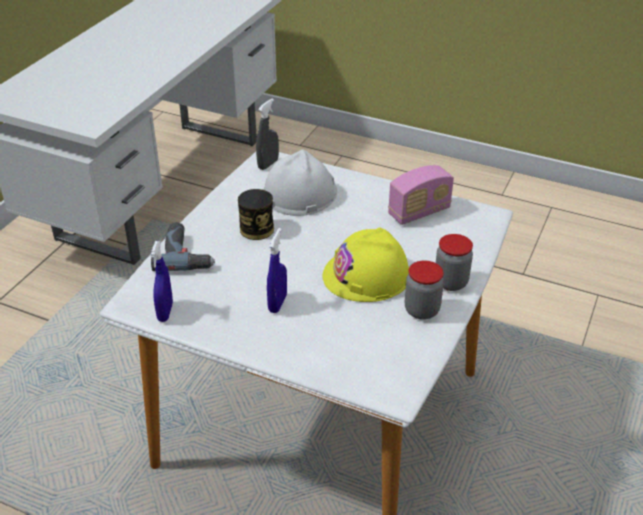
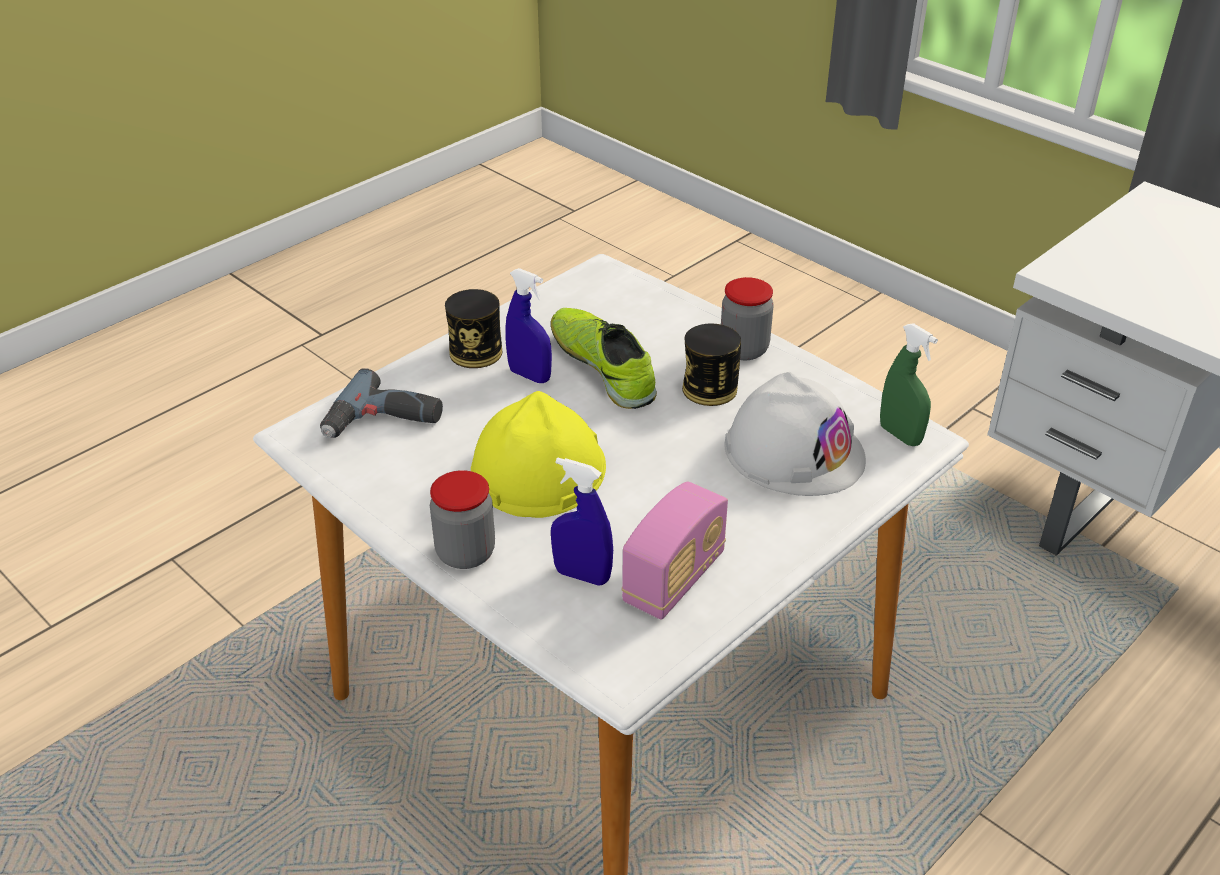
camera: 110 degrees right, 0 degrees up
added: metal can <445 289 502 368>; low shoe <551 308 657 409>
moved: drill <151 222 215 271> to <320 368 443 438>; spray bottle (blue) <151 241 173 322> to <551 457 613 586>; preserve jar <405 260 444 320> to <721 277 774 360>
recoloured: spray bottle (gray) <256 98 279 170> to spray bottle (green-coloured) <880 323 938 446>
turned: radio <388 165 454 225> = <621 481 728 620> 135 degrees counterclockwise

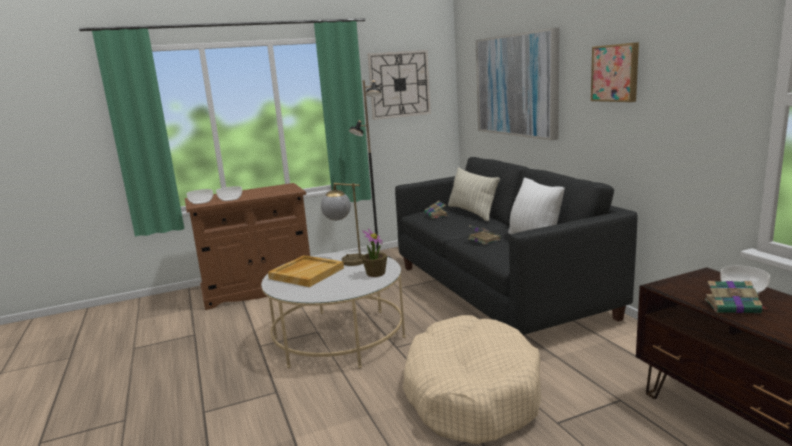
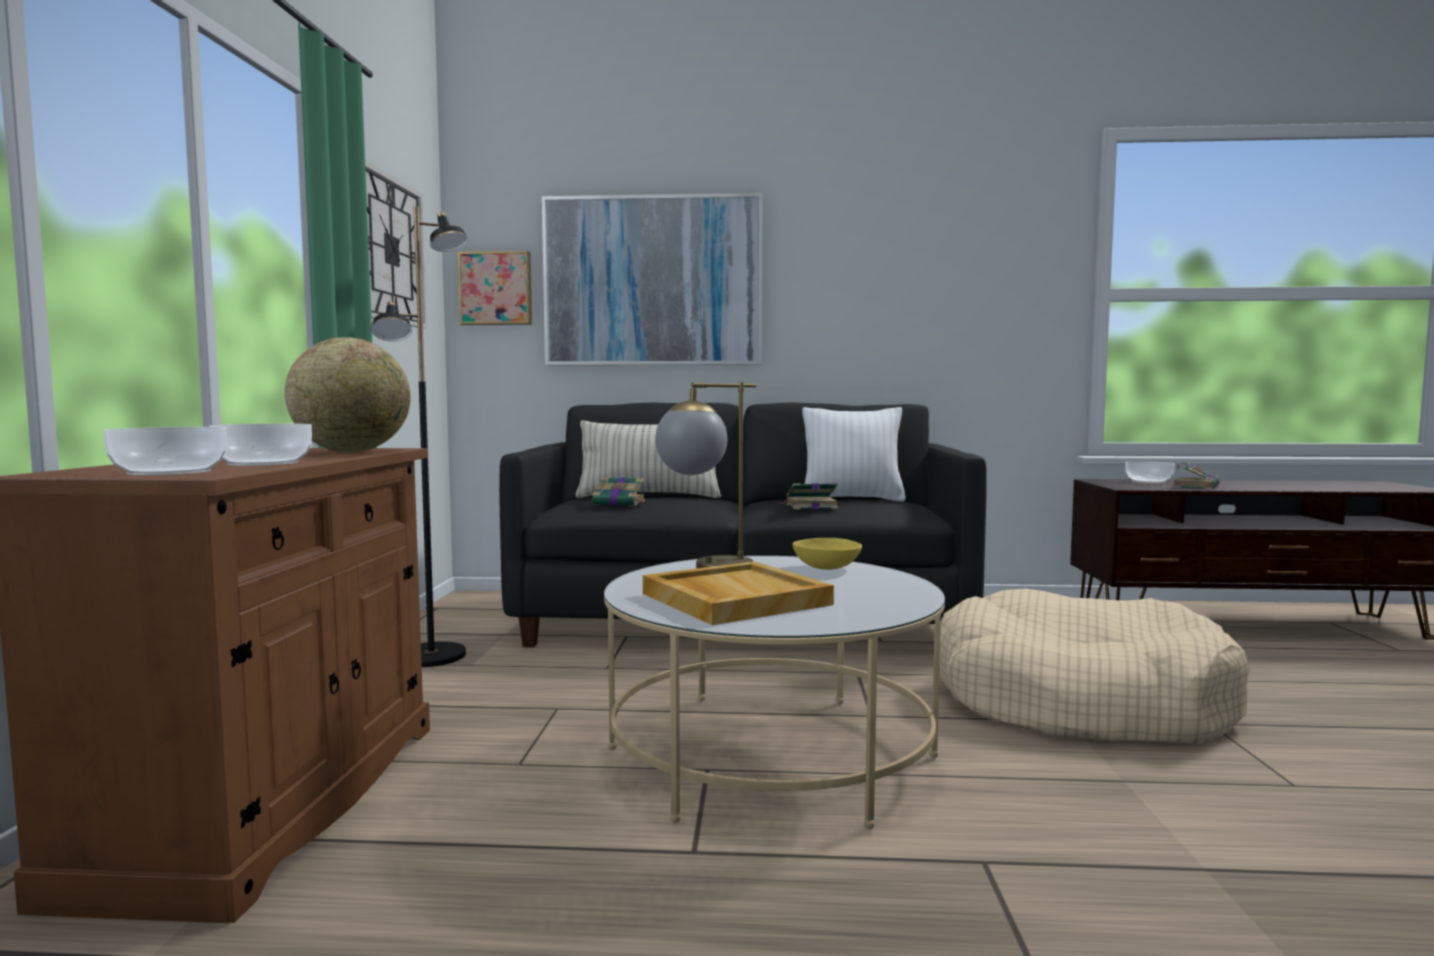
camera: 65 degrees left, 10 degrees down
added: globe <285 337 411 453>
moved: wall art <591 42 639 102> to <458 251 532 325>
replaced: houseplant <362 229 387 277> to deep dish (yellowish) <792 538 862 570>

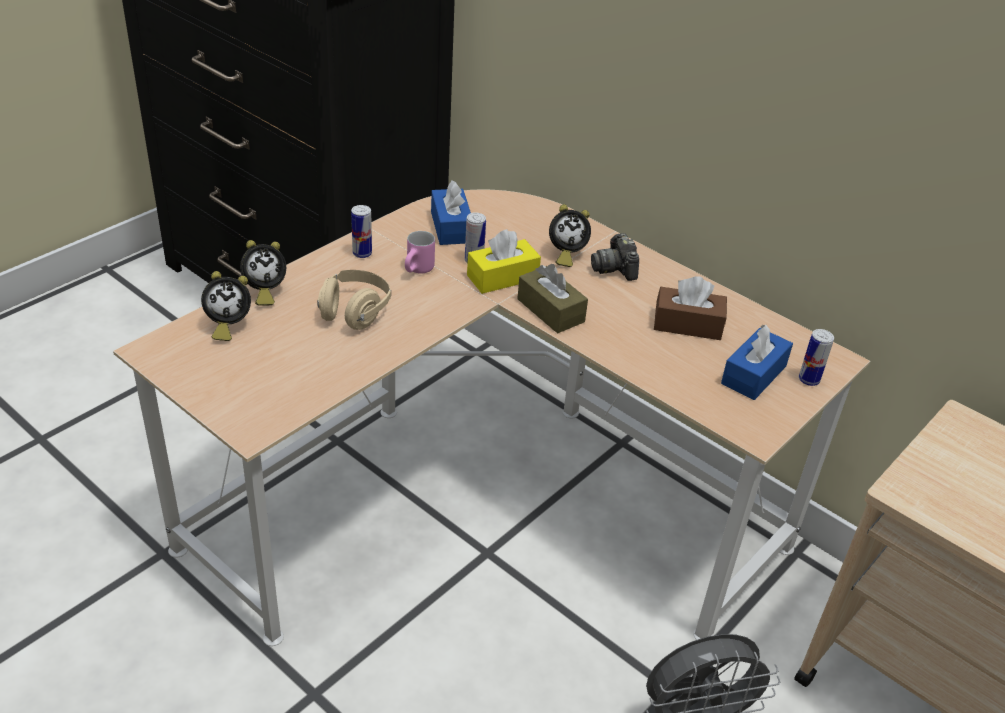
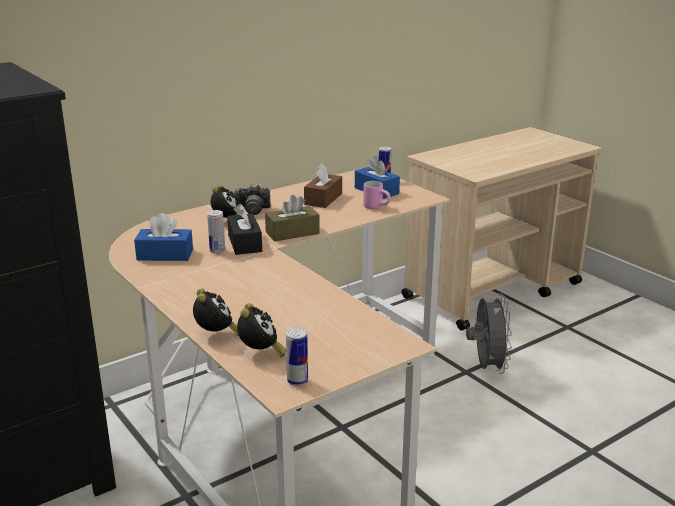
camera: 75 degrees left, 15 degrees down
removed: headphones (beige-coloured) <317 270 391 330>
moved: metal can <351 205 372 258> to <286 328 308 386>; coffee mug (pink-coloured) <405 231 435 274> to <363 181 390 209>
recoloured: tissue holder (yellowish) <467 229 541 294> to tissue holder (black) <227 204 262 255>

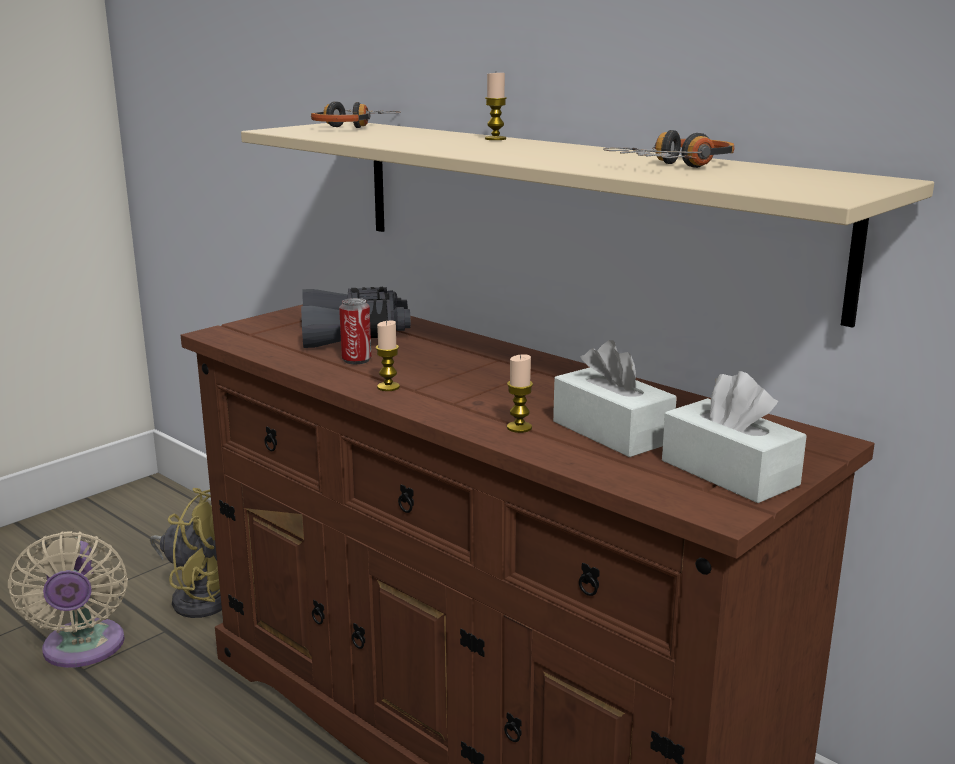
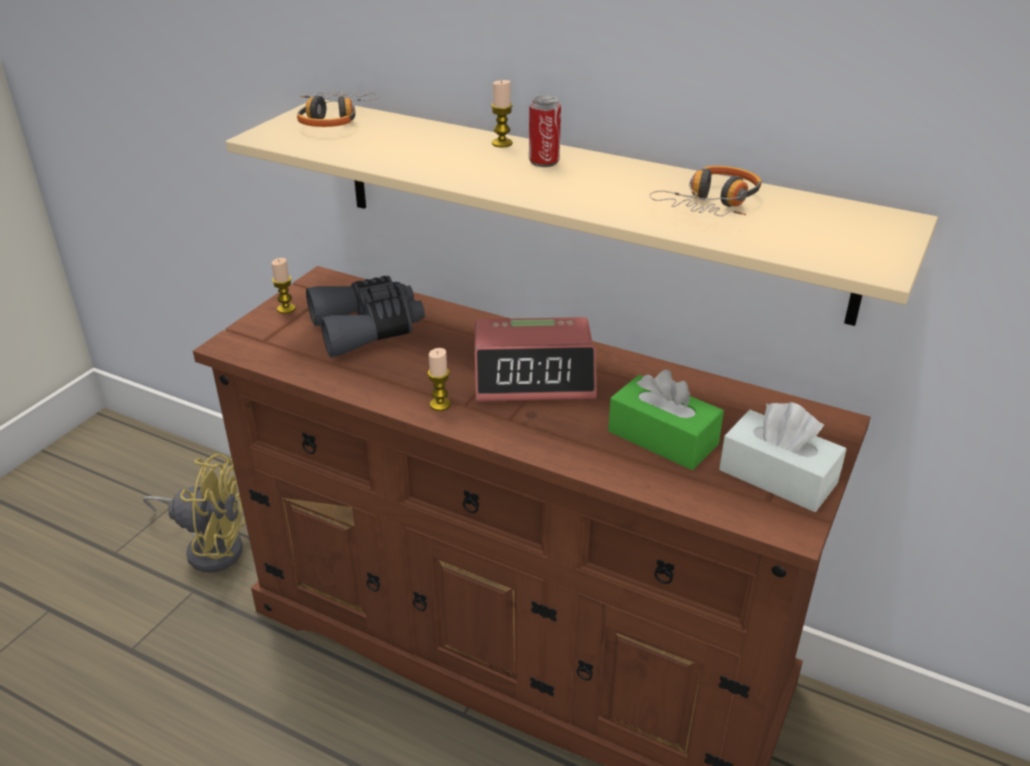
camera: 15 degrees left, 15 degrees up
removed: fan (beige-coloured) <8 531 128 668>
added: bedside clock <475 317 597 402>
moved: metal can <339 298 371 364> to <529 95 561 167>; wax candle <507 354 533 433> to <271 258 296 314>
recoloured: tissue holder (white-coloured) <553 340 677 457> to tissue holder (green-coloured) <608 370 724 470>

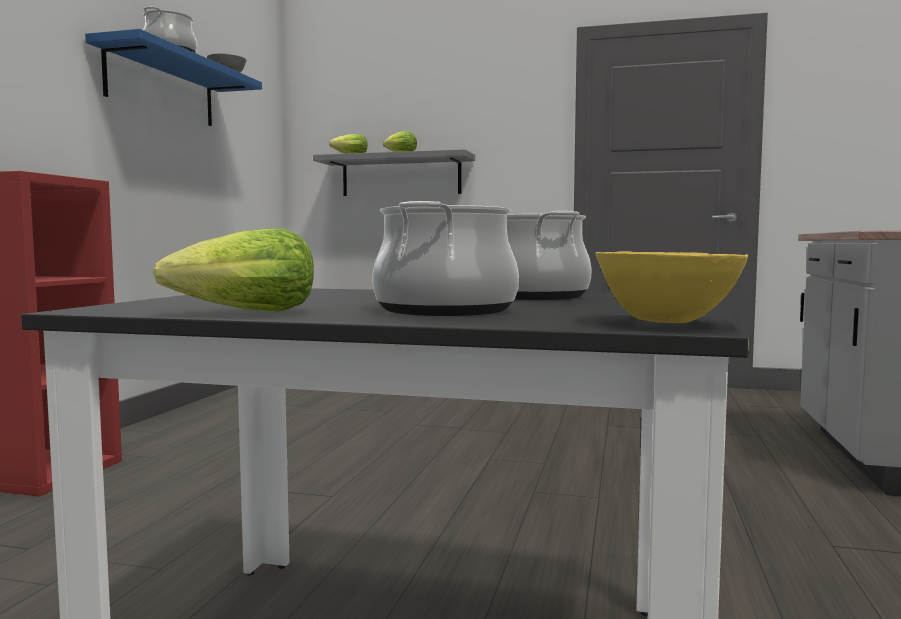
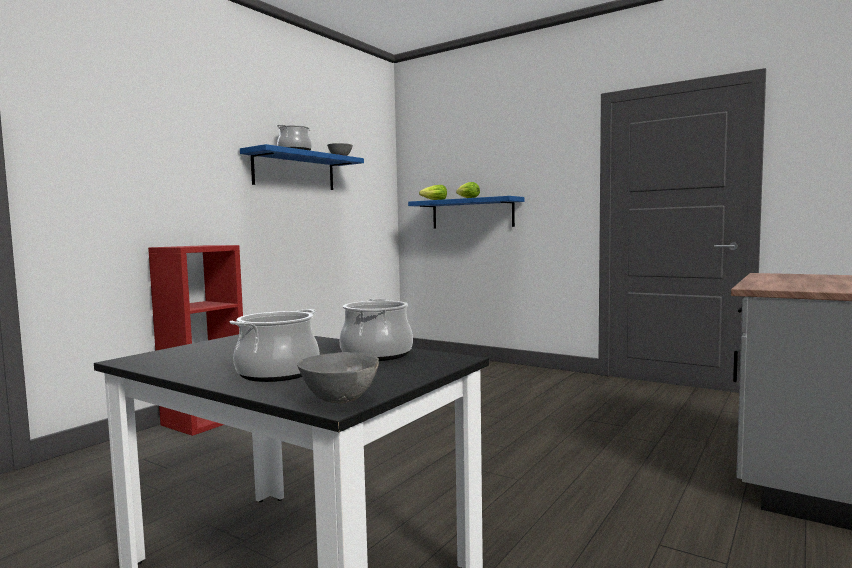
camera: 20 degrees right, 0 degrees up
removed: lettuce <153 228 314 312>
recoloured: bracket shelf (gray) <313 149 475 196> to bracket shelf (blue) <408 196 524 229>; deep dish (yellowish) <596 251 748 323> to deep dish (gray) <297 352 379 403>

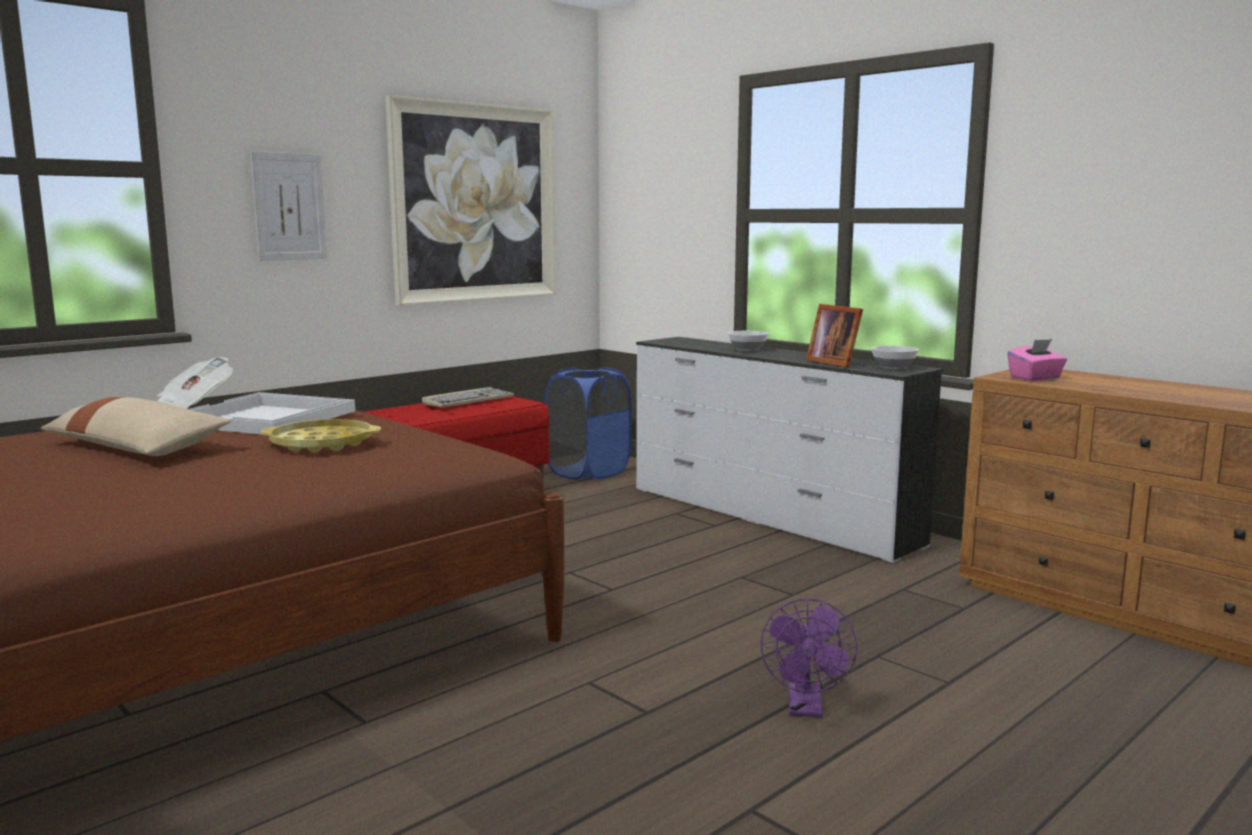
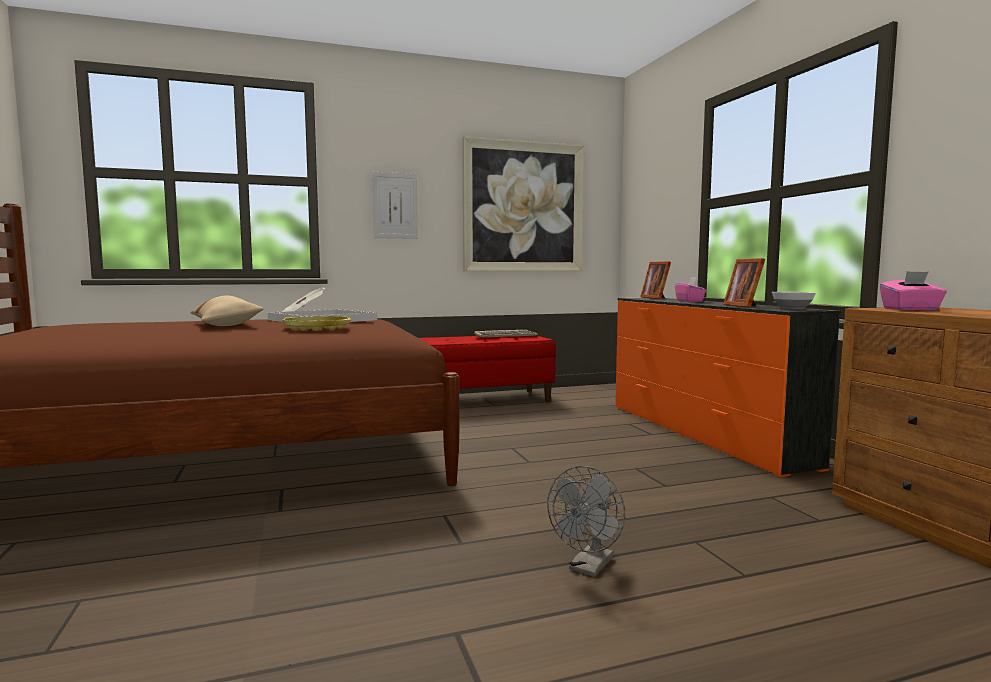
camera: 25 degrees right, 5 degrees down
removed: hamper (blue) <544 367 631 480>
added: photo frame <640 261 671 299>
replaced: deep dish <728 331 769 351> to tissue holder (pink-coloured) <675 277 706 302>
recoloured: chest of drawers (white-coloured) <636 337 943 563> to chest of drawers (orange) <615 298 841 477>; fan (purplish) <760 598 857 717> to fan (gray) <547 466 625 577>

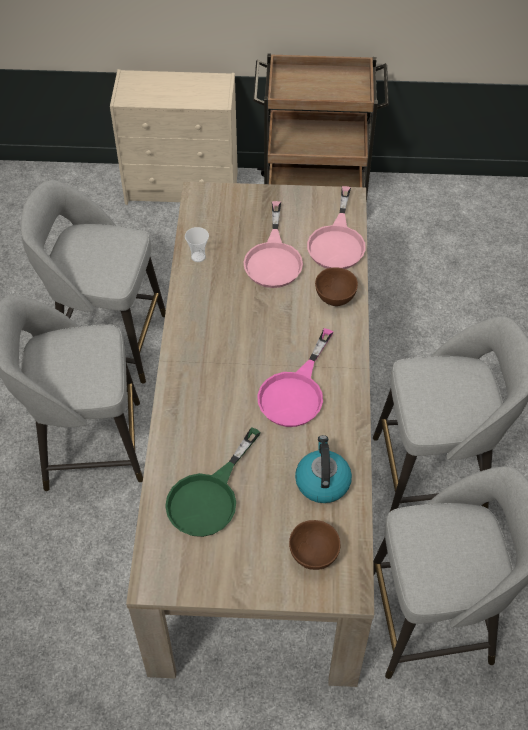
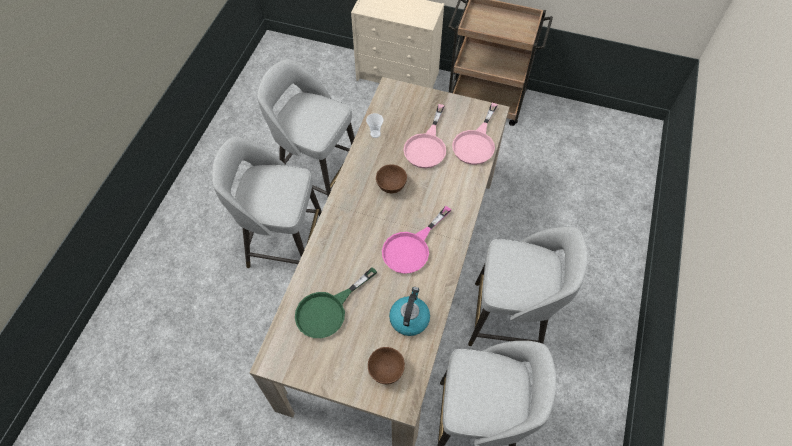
camera: 15 degrees right, 5 degrees up
moved: deep dish (brown) <315 267 358 306> to <376 164 407 193>

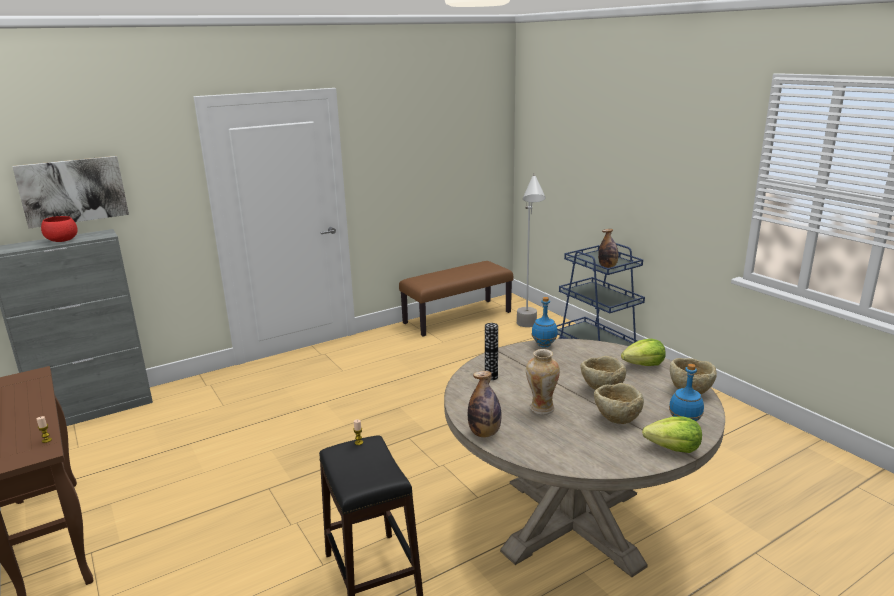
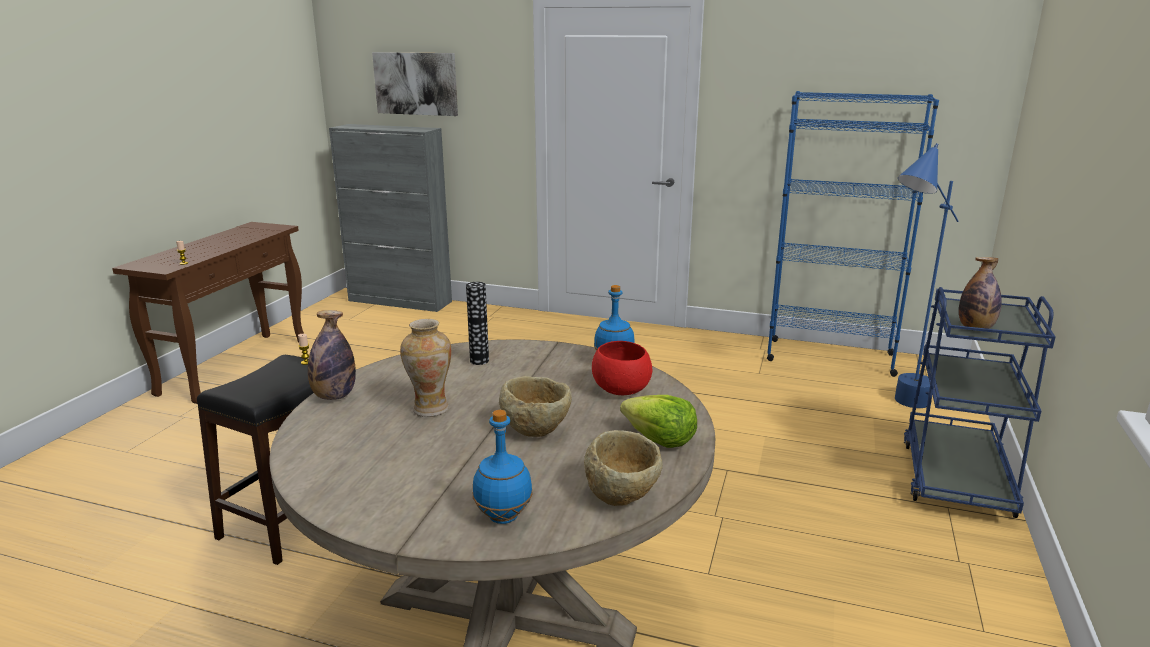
camera: 50 degrees right, 0 degrees up
removed: deep dish (beige-coloured) <594 383 644 424>; lettuce <642 416 702 453>
moved: deep dish (red-coloured) <41 216 78 242> to <592 341 652 395>
replaced: indoor bench (brown) <399 261 513 337> to shelving unit (blue) <767 91 939 377>
recoloured: floor lamp (gray) <517 173 546 327> to floor lamp (blue) <895 143 959 408>

